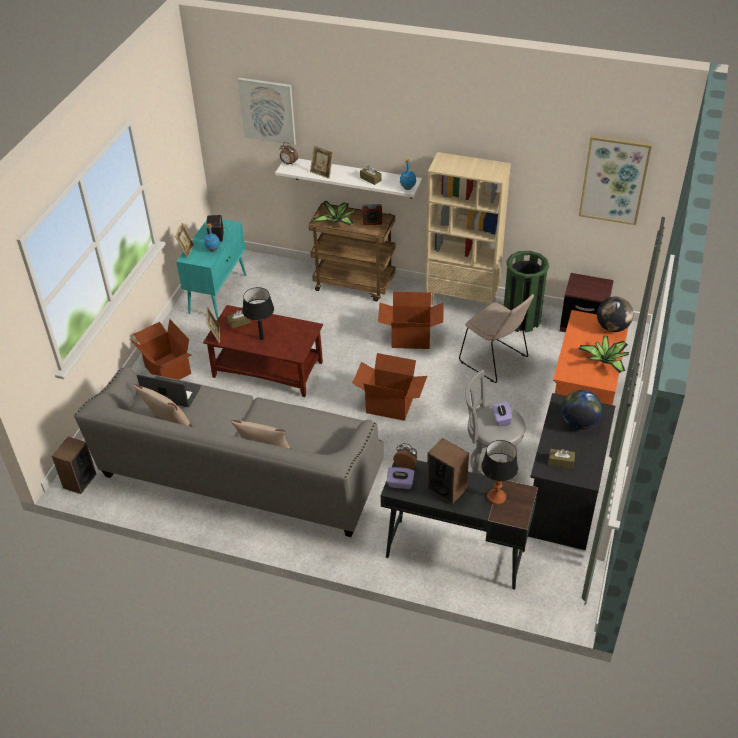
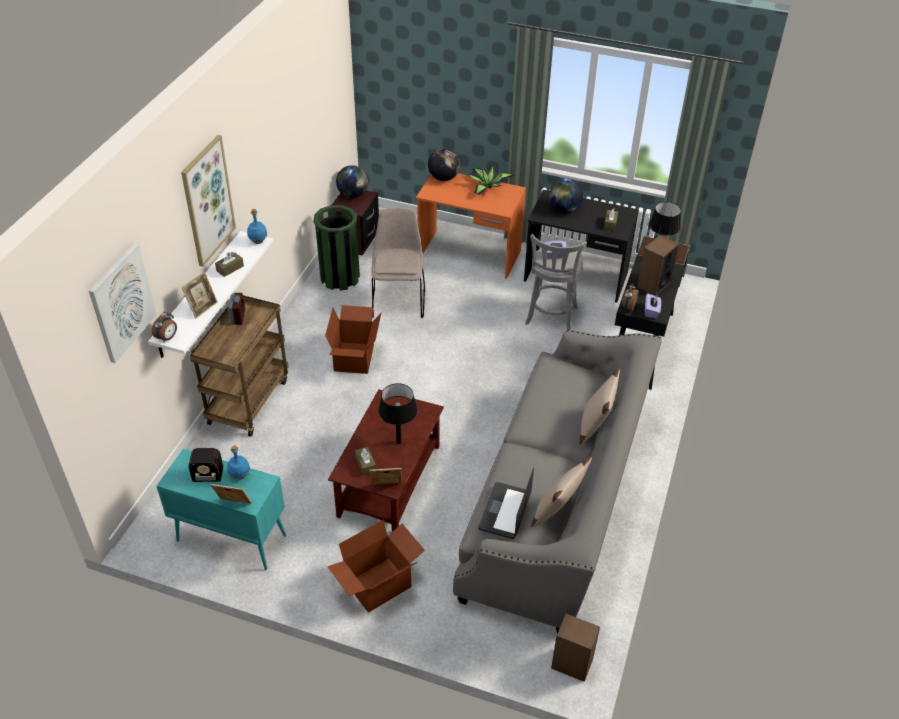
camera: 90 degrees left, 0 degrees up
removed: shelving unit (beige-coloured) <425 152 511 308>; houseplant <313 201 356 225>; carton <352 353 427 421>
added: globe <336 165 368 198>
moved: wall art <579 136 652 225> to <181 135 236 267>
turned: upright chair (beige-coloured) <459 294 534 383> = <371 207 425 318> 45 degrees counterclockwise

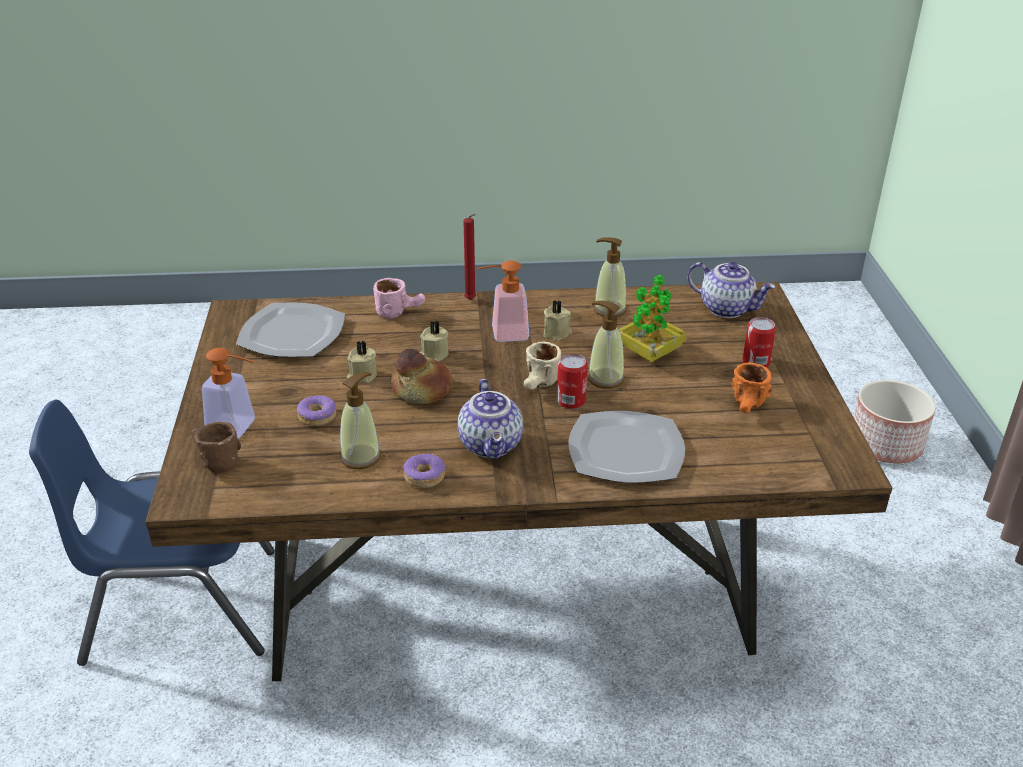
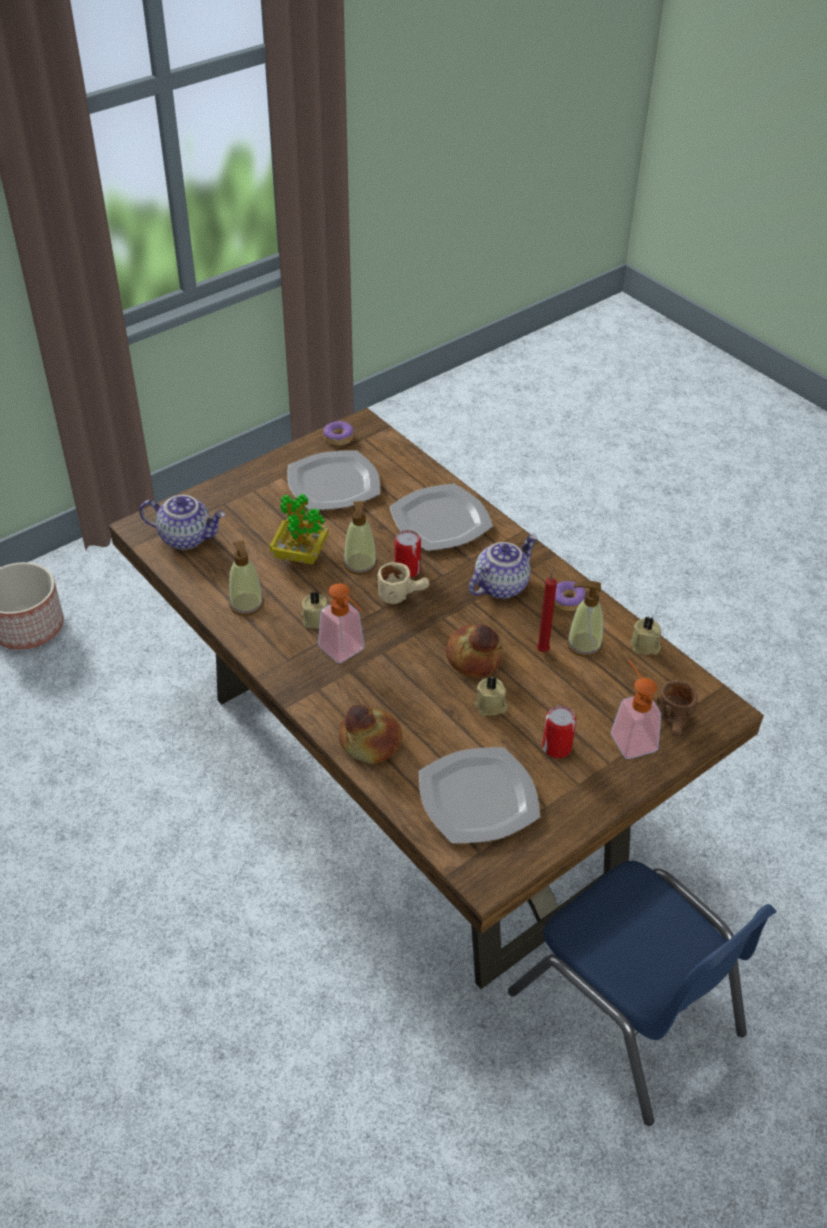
camera: 125 degrees left, 10 degrees up
moved: wax candle (red-coloured) <464 214 476 300> to <537 565 557 652>; metal can <742 317 776 367> to <542 705 576 758>; wax candle (beige-coloured) <420 320 449 362> to <630 616 661 655>; doughnut <297 395 336 426> to <323 420 353 446>
replaced: coffee mug (pink-coloured) <373 278 425 318> to bakery bread <339 704 403 764>; coffee mug (orange) <732 362 773 413> to dinner plate <287 450 380 510>
turned: tea pot <687 262 775 318> = <140 495 225 550> 105 degrees clockwise

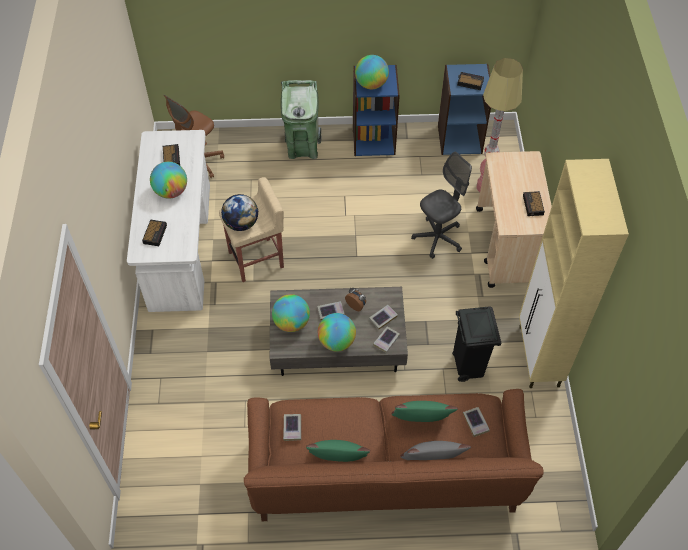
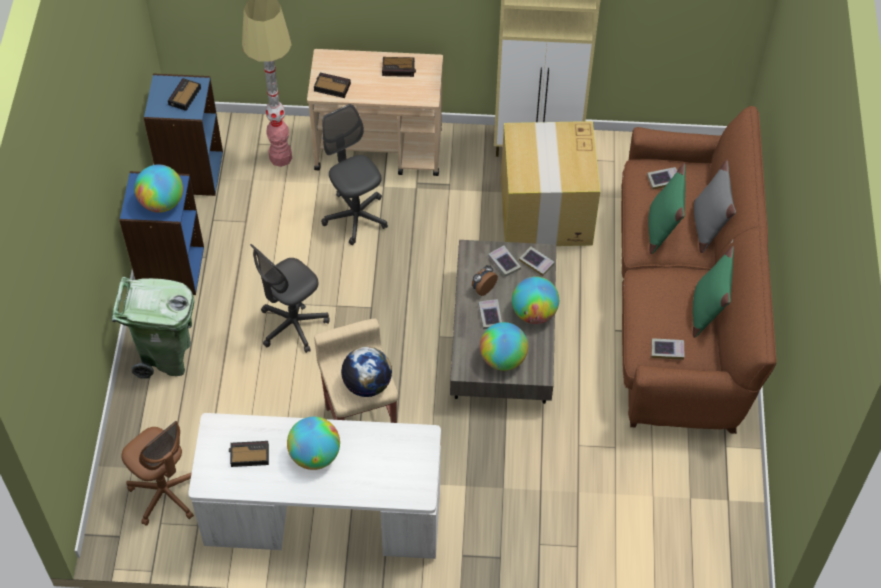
camera: 85 degrees left, 0 degrees up
added: computer chair (gray) <250 244 330 353>
moved: bedside clock <142 219 167 246> to <314 73 351 98>
replaced: trash can (black) <452 306 501 382> to carton <501 121 600 246>

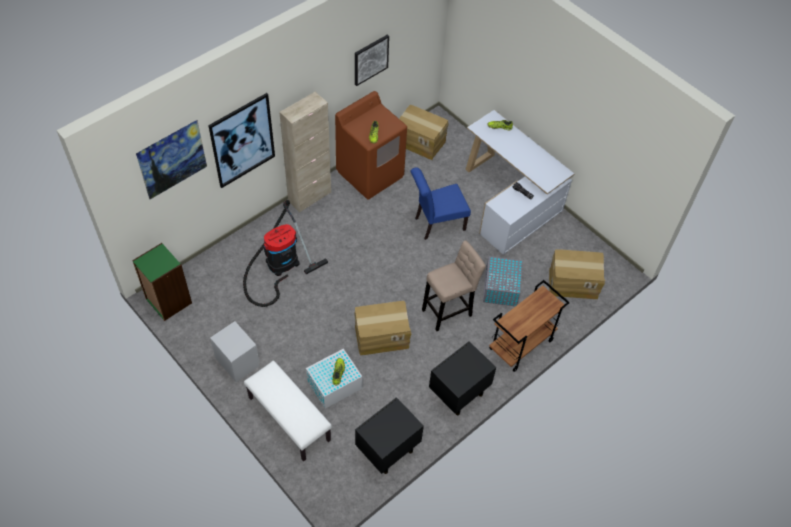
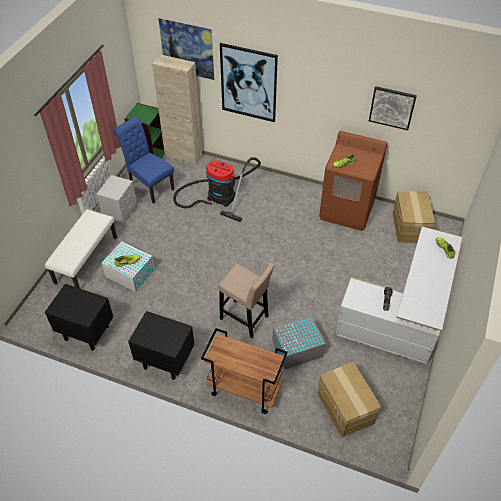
camera: 65 degrees right, 5 degrees down
removed: carton <355 301 411 355>
moved: storage cabinet (beige-coloured) <279 92 331 213> to <152 54 202 165>; upright chair (blue) <411 167 471 240> to <114 117 174 204>

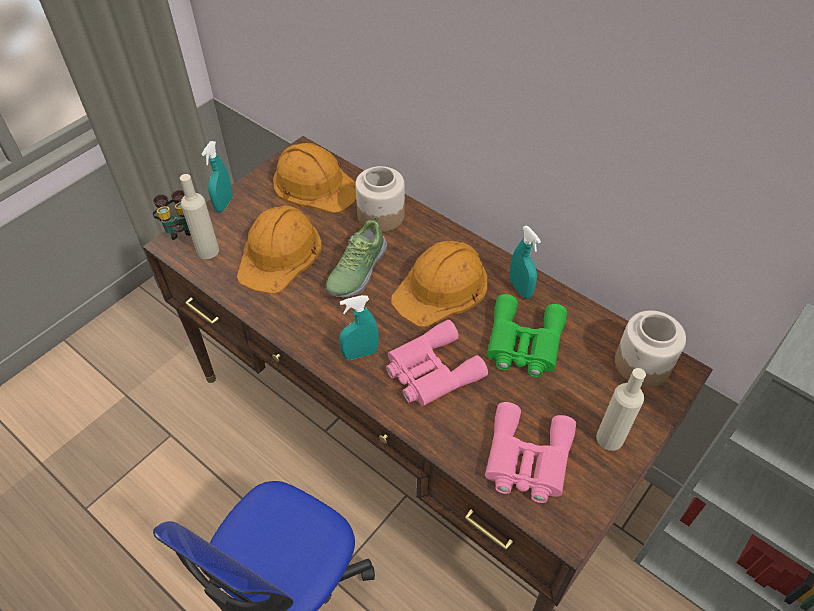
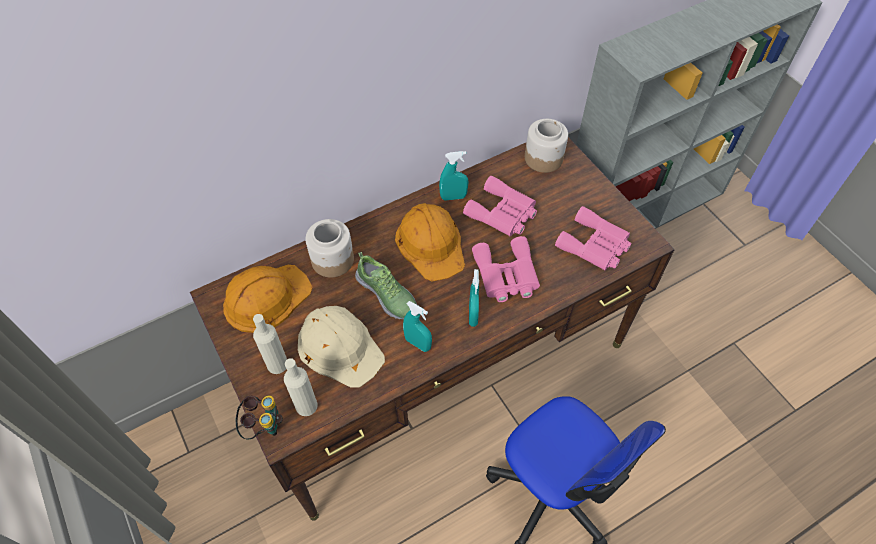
camera: 70 degrees left, 5 degrees up
moved: spray bottle (turquoise) <202 141 233 212> to <403 301 432 352>; beverage bottle (beige-coloured) <596 368 646 451> to <253 314 287 374>
recoloured: work helmet (orange) <237 205 322 294> to work helmet (beige-coloured) <298 306 385 388>; pair of binoculars (green-coloured) <487 294 567 377> to pair of binoculars (pink-coloured) <463 176 537 236>

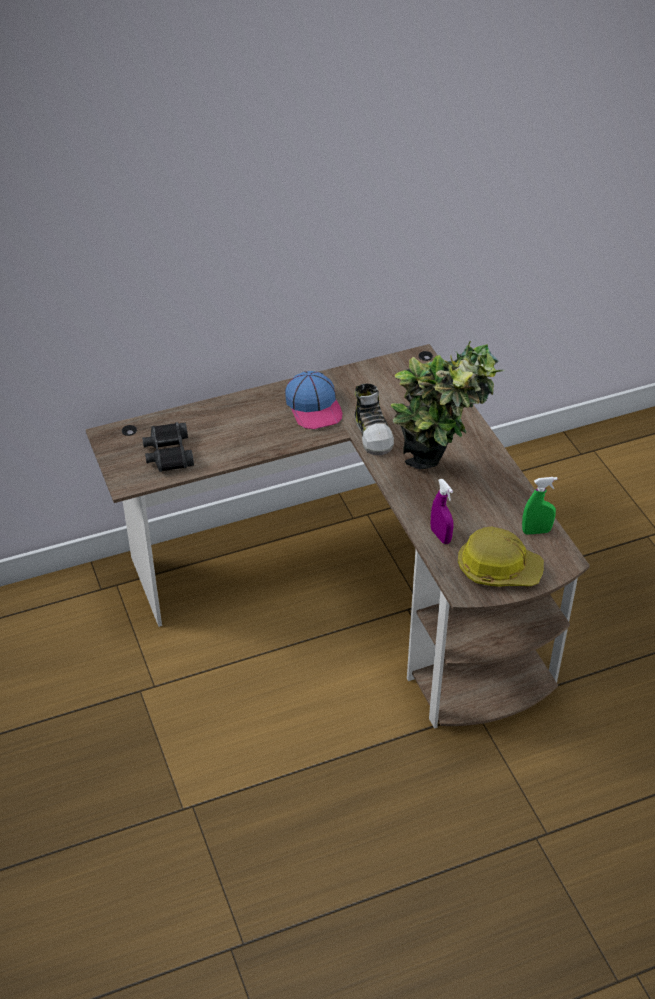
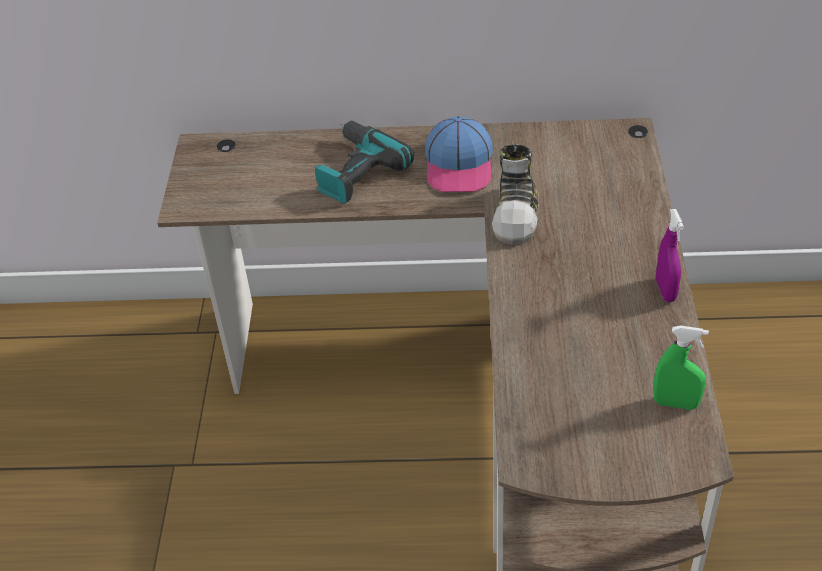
camera: 25 degrees right, 0 degrees up
removed: houseplant <391 341 504 470>; pair of binoculars (black) <142 422 194 472>; work helmet <458 526 543 587>
added: drill <315 121 414 204>
moved: spray bottle (purplish) <431 479 454 544> to <656 209 684 302>

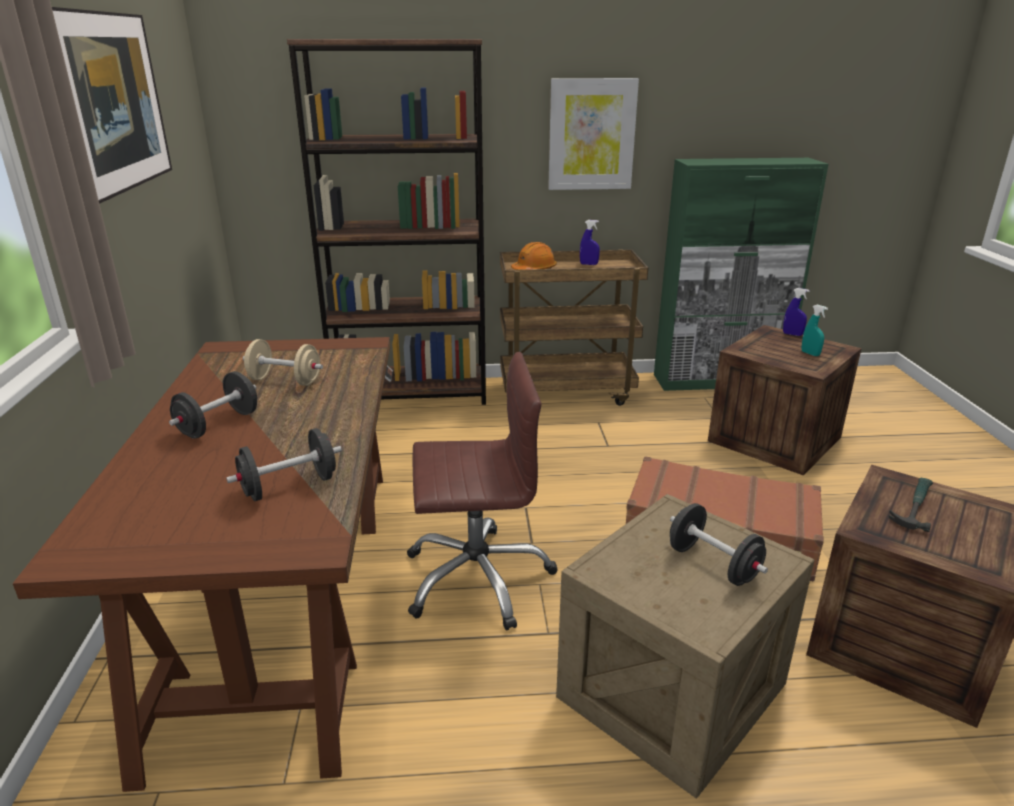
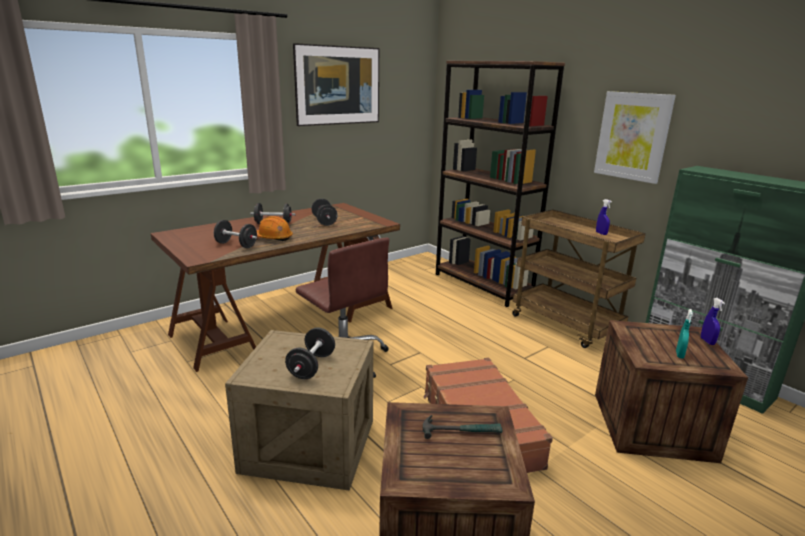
camera: 55 degrees right, 5 degrees down
moved: work helmet (orange) <511 242 557 270> to <257 216 293 241>
recoloured: dumbbell (beige-coloured) <243 339 323 386> to dumbbell (black) <311 198 338 226>

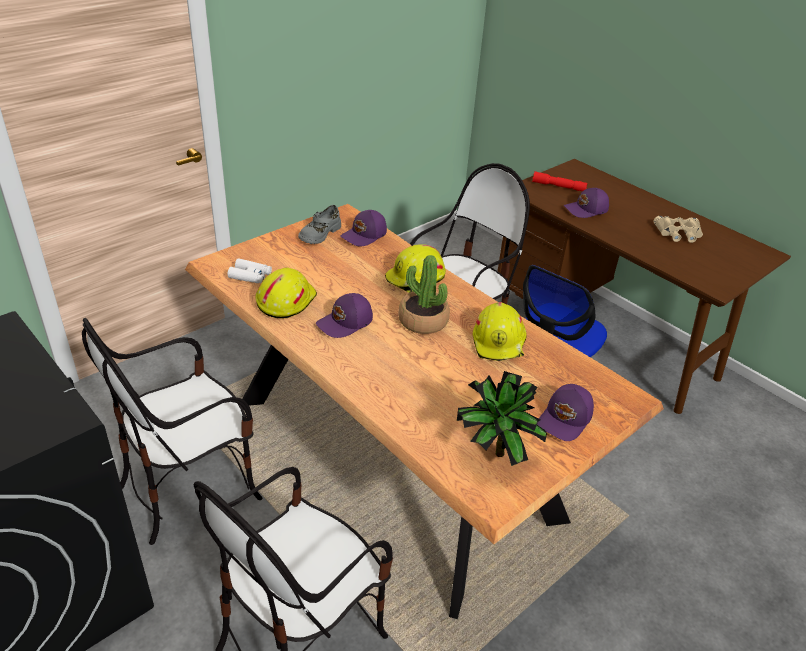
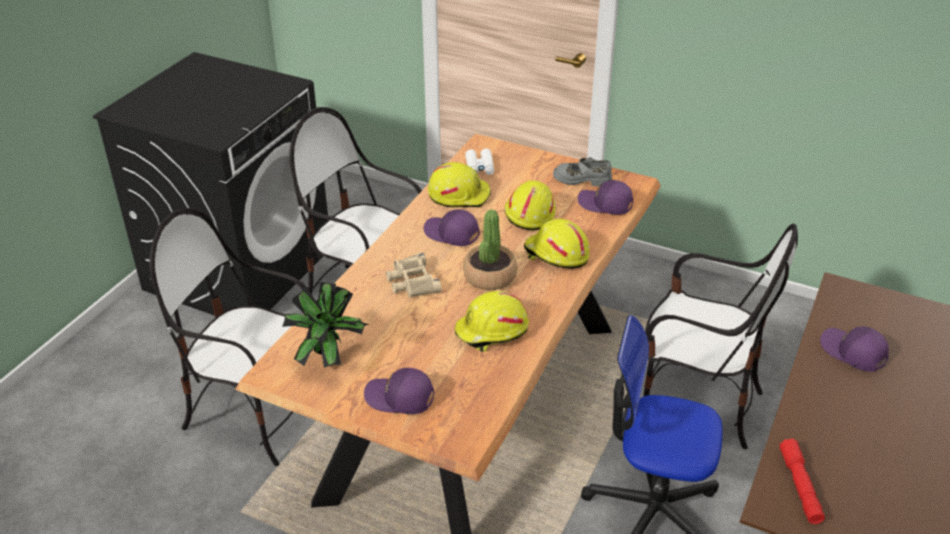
camera: 70 degrees right, 0 degrees up
added: work helmet (yellowish) <505 180 555 230>
moved: torch (red-coloured) <532 171 587 191> to <780 438 825 524>; pair of binoculars (beige-coloured) <654 216 703 243> to <386 252 441 297>

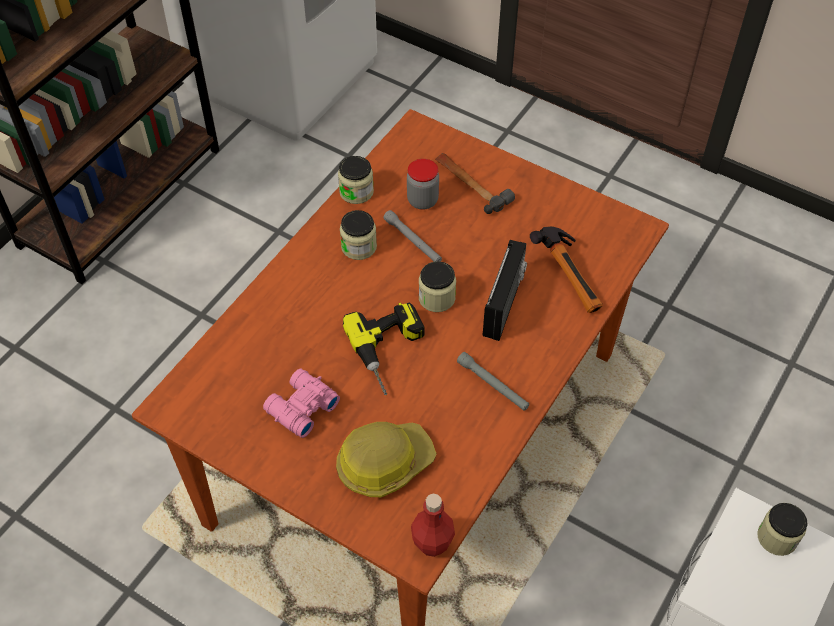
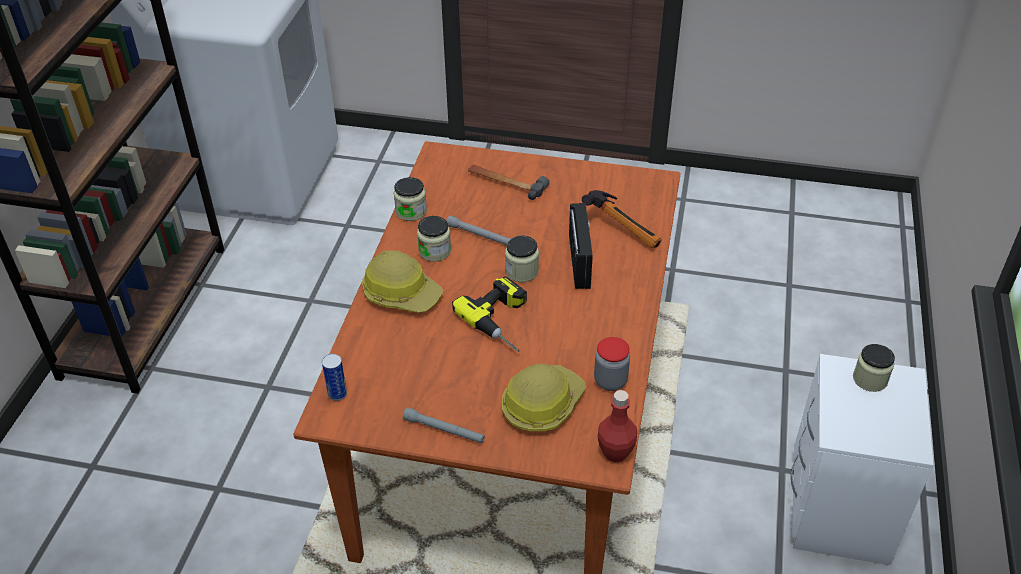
camera: 20 degrees left, 10 degrees down
removed: pair of binoculars (pink-coloured) <263 369 340 438>
added: work helmet <362 250 443 313>; metal can <322 354 347 401>
moved: preserve jar <407 159 439 210> to <594 337 630 391>; torch (gray) <457 352 529 411> to <403 407 485 443>

